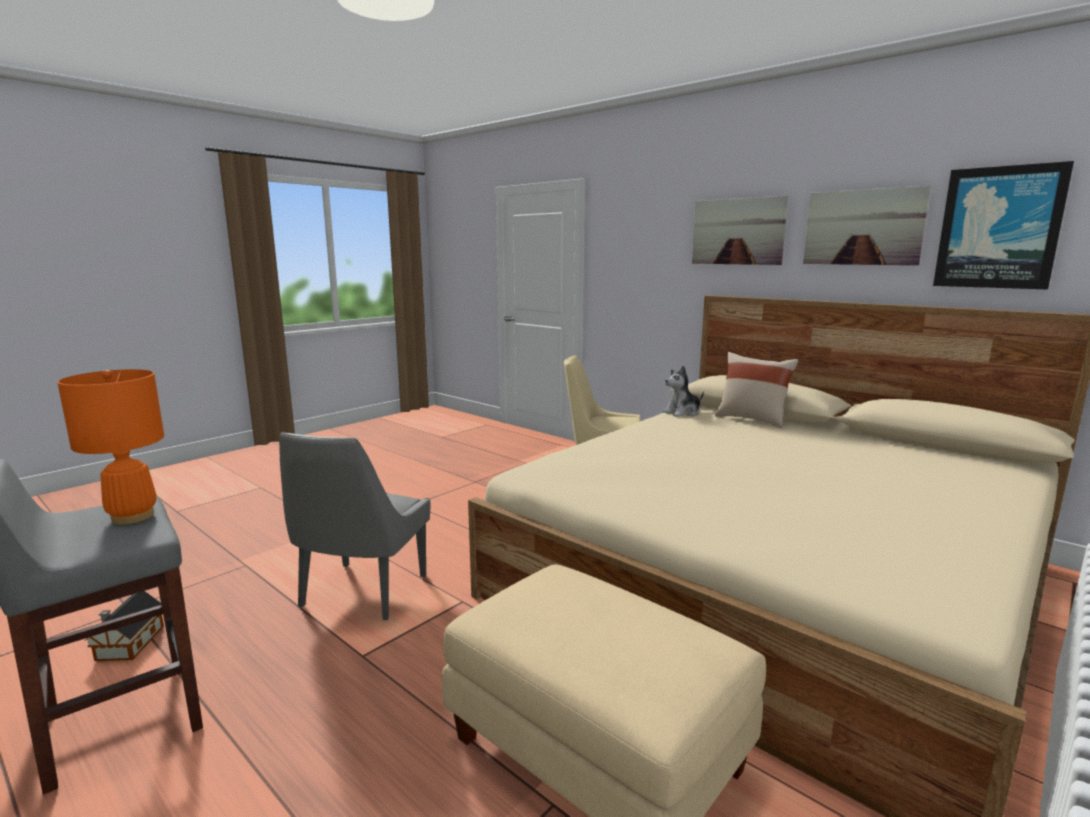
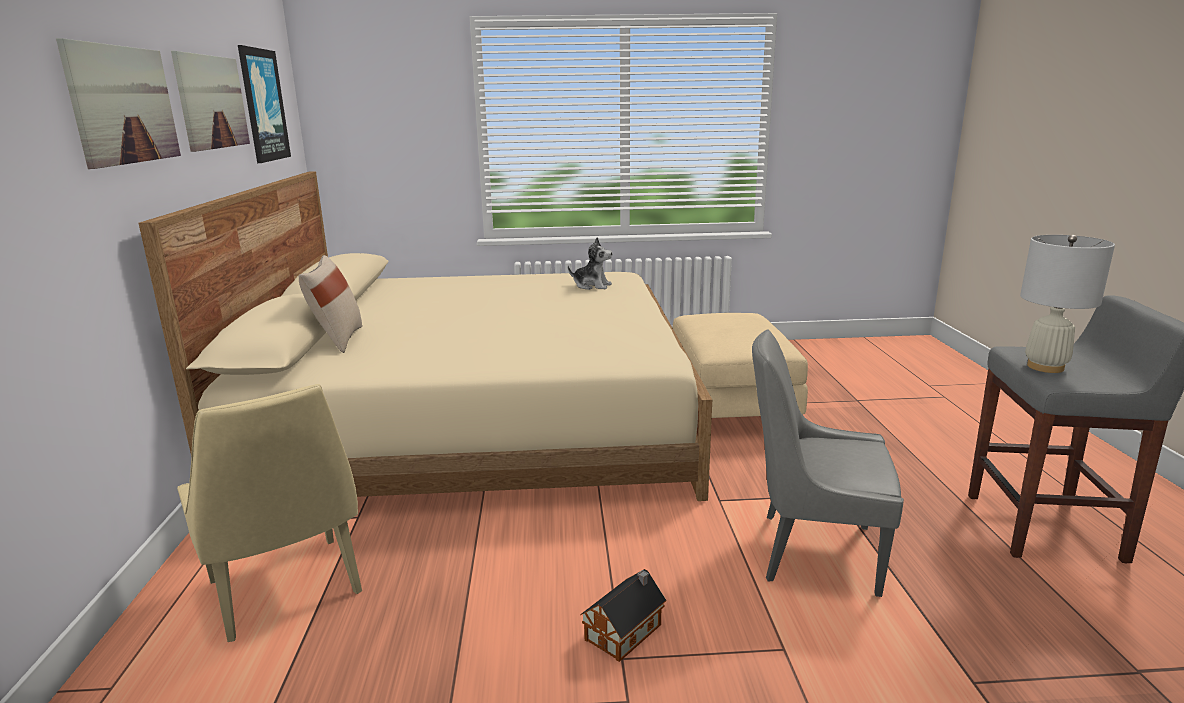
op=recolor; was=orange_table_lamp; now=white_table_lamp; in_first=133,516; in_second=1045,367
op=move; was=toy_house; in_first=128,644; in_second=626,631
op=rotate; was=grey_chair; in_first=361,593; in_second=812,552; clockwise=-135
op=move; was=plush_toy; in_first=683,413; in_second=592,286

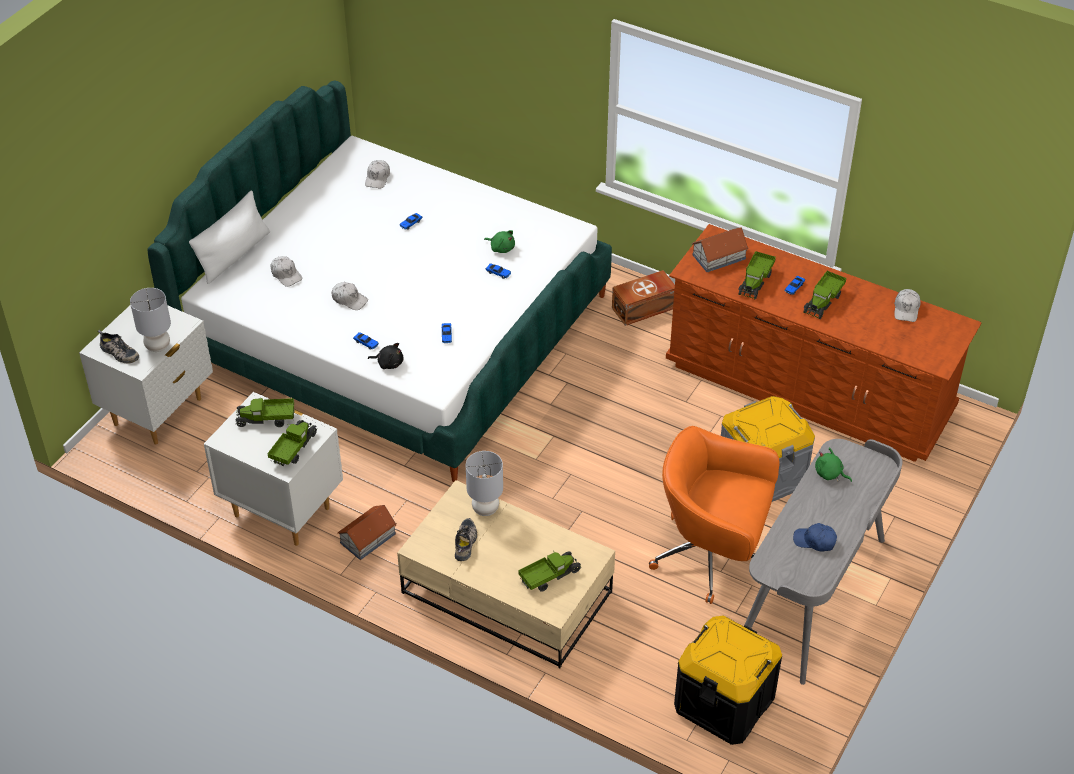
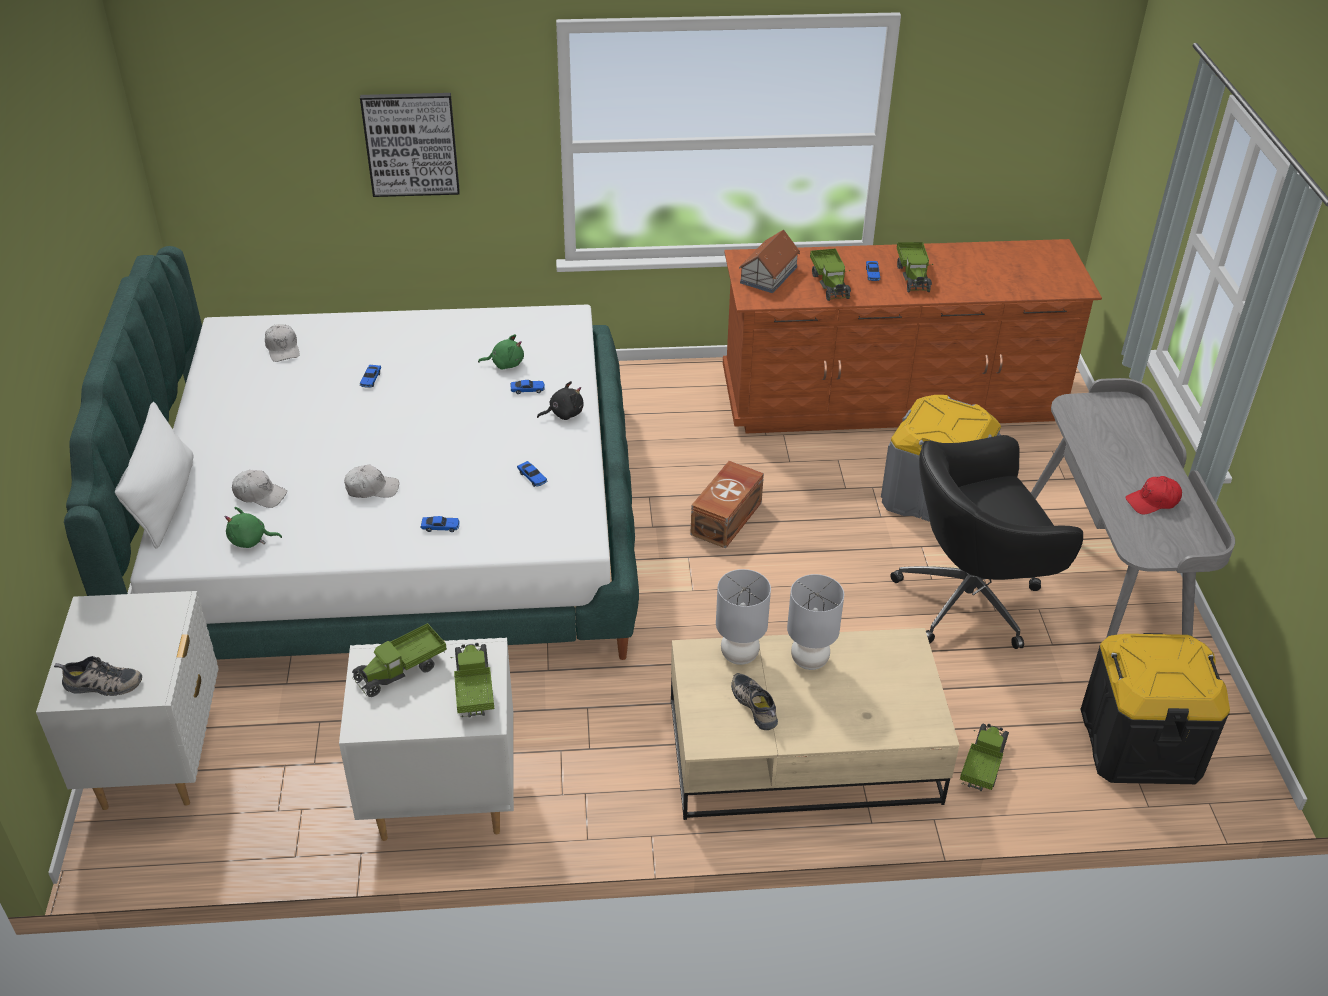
op=move; was=grey_table_lamp; in_first=158,346; in_second=810,660
op=delete; was=toy_house; in_first=367,538
op=move; was=black_plush_toy; in_first=389,363; in_second=564,413
op=move; was=toy_truck; in_first=549,576; in_second=982,765
op=move; was=brown_storage_box; in_first=644,308; in_second=728,518
op=recolor; was=orange_office_chair; now=black_office_chair; in_first=712,556; in_second=972,600
op=recolor; was=blue_cap; now=red_cap; in_first=815,541; in_second=1153,501
op=move; was=green_plush_toy; in_first=830,474; in_second=250,540
op=delete; was=white_cap; in_first=906,309
op=insert; now=picture; in_second=411,144

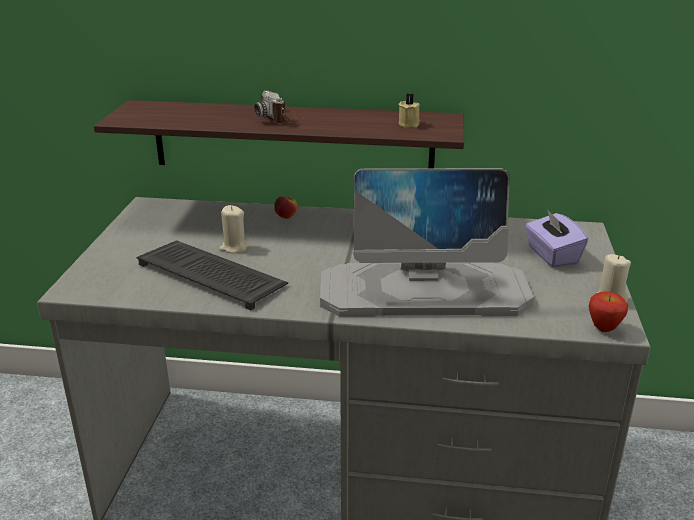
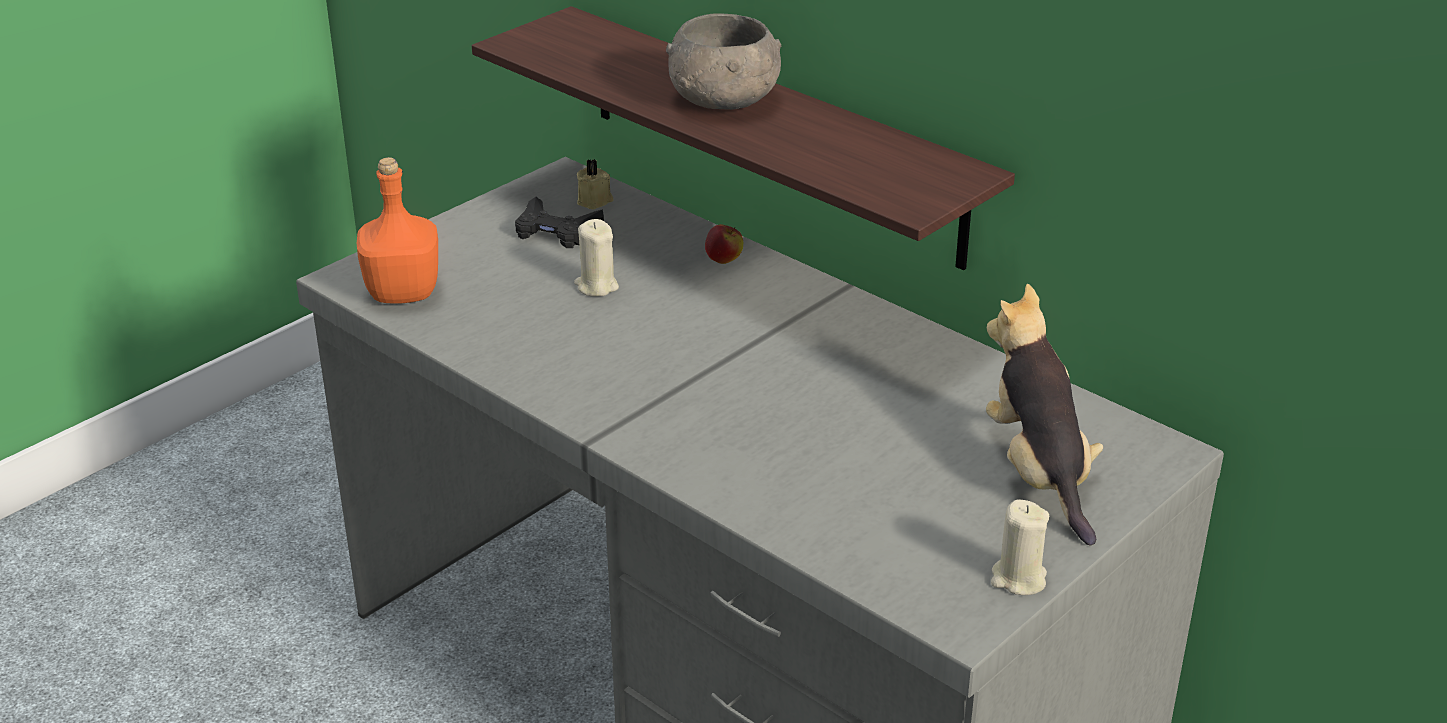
op=delete; was=keyboard; in_first=213,275
op=replace; was=photo_camera; now=grey_bowl; in_first=281,117; in_second=724,101
op=delete; was=monitor; in_first=425,292
op=move; was=beige_candle; in_first=409,124; in_second=595,201
op=replace; was=purple_tissue_box; now=plush_toy; in_first=552,255; in_second=1038,473
op=delete; was=apple; in_first=604,329
op=insert; now=orange_bottle; in_second=403,292
op=insert; now=black_game_controller; in_second=556,231

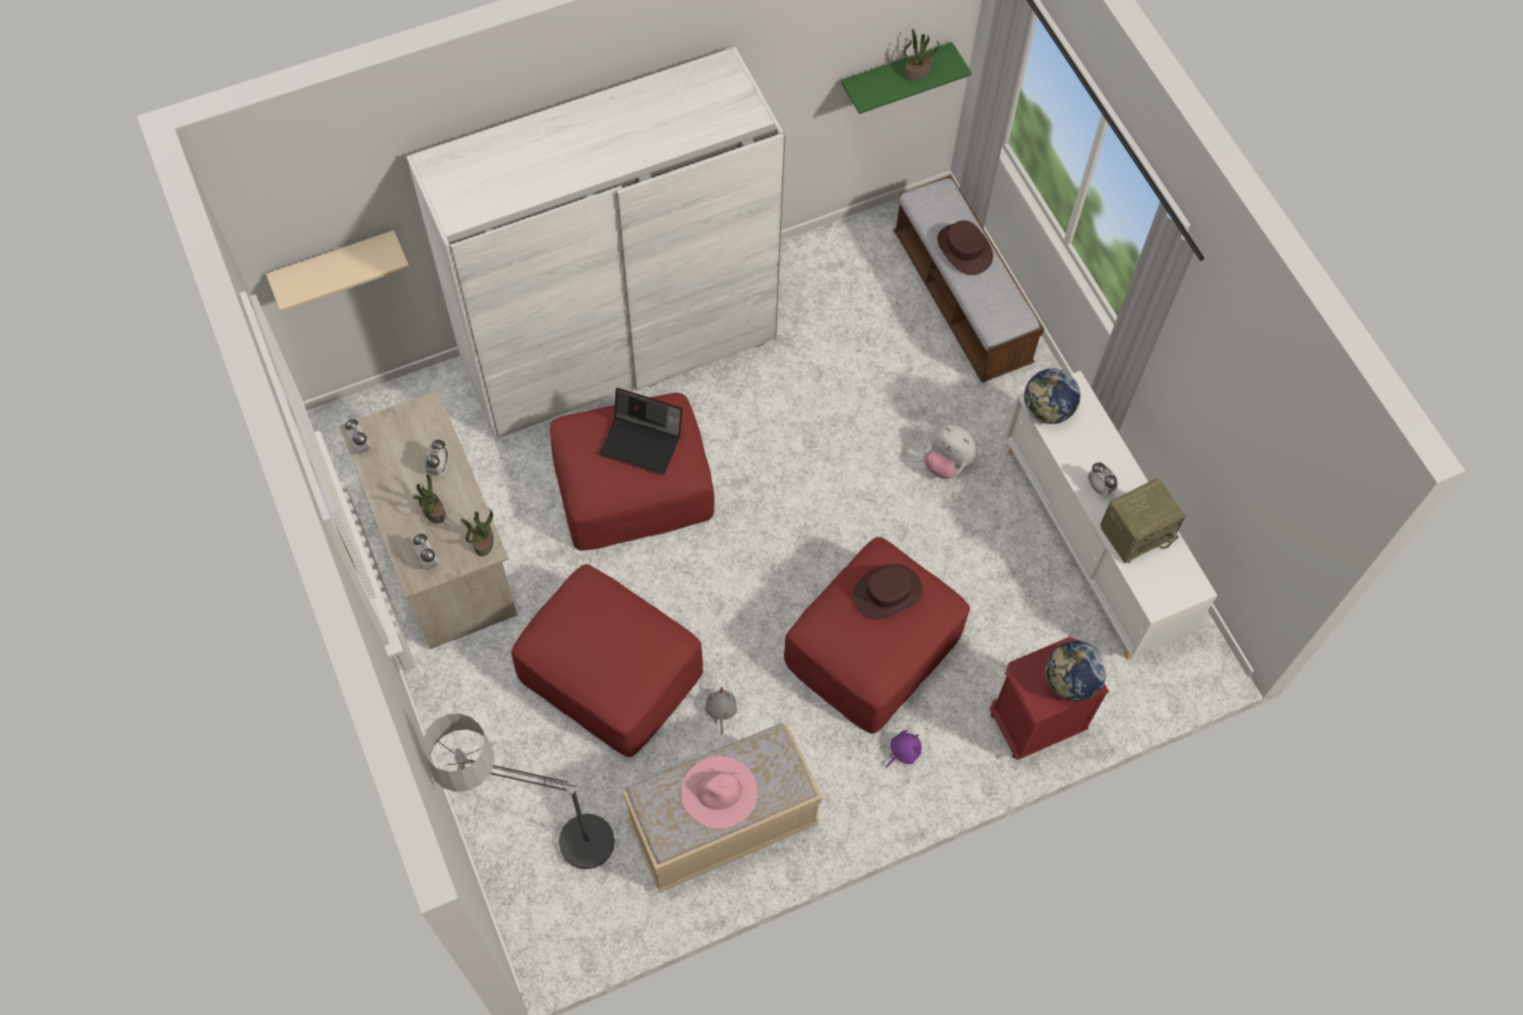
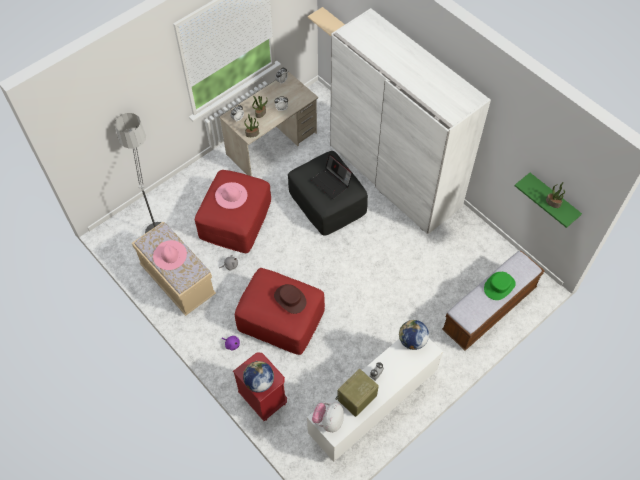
op=recolor; was=red_ottoman; now=black_ottoman; in_first=633,486; in_second=327,201
op=rotate; was=laptop; in_first=642,442; in_second=332,183; clockwise=-45
op=move; was=plush_toy; in_first=947,463; in_second=328,421
op=recolor; was=brown_hat; now=green_hat; in_first=964,249; in_second=499,286
op=rotate; was=radio; in_first=1136,532; in_second=356,399; clockwise=90
op=insert; now=pink_hat; in_second=231,195

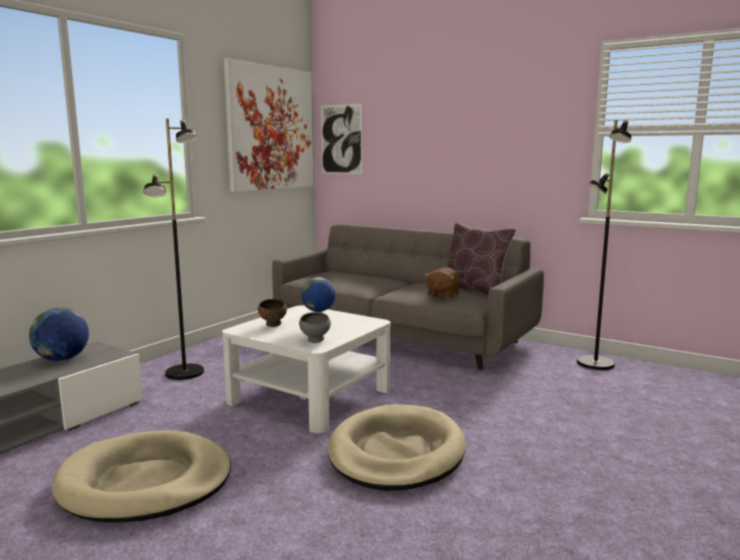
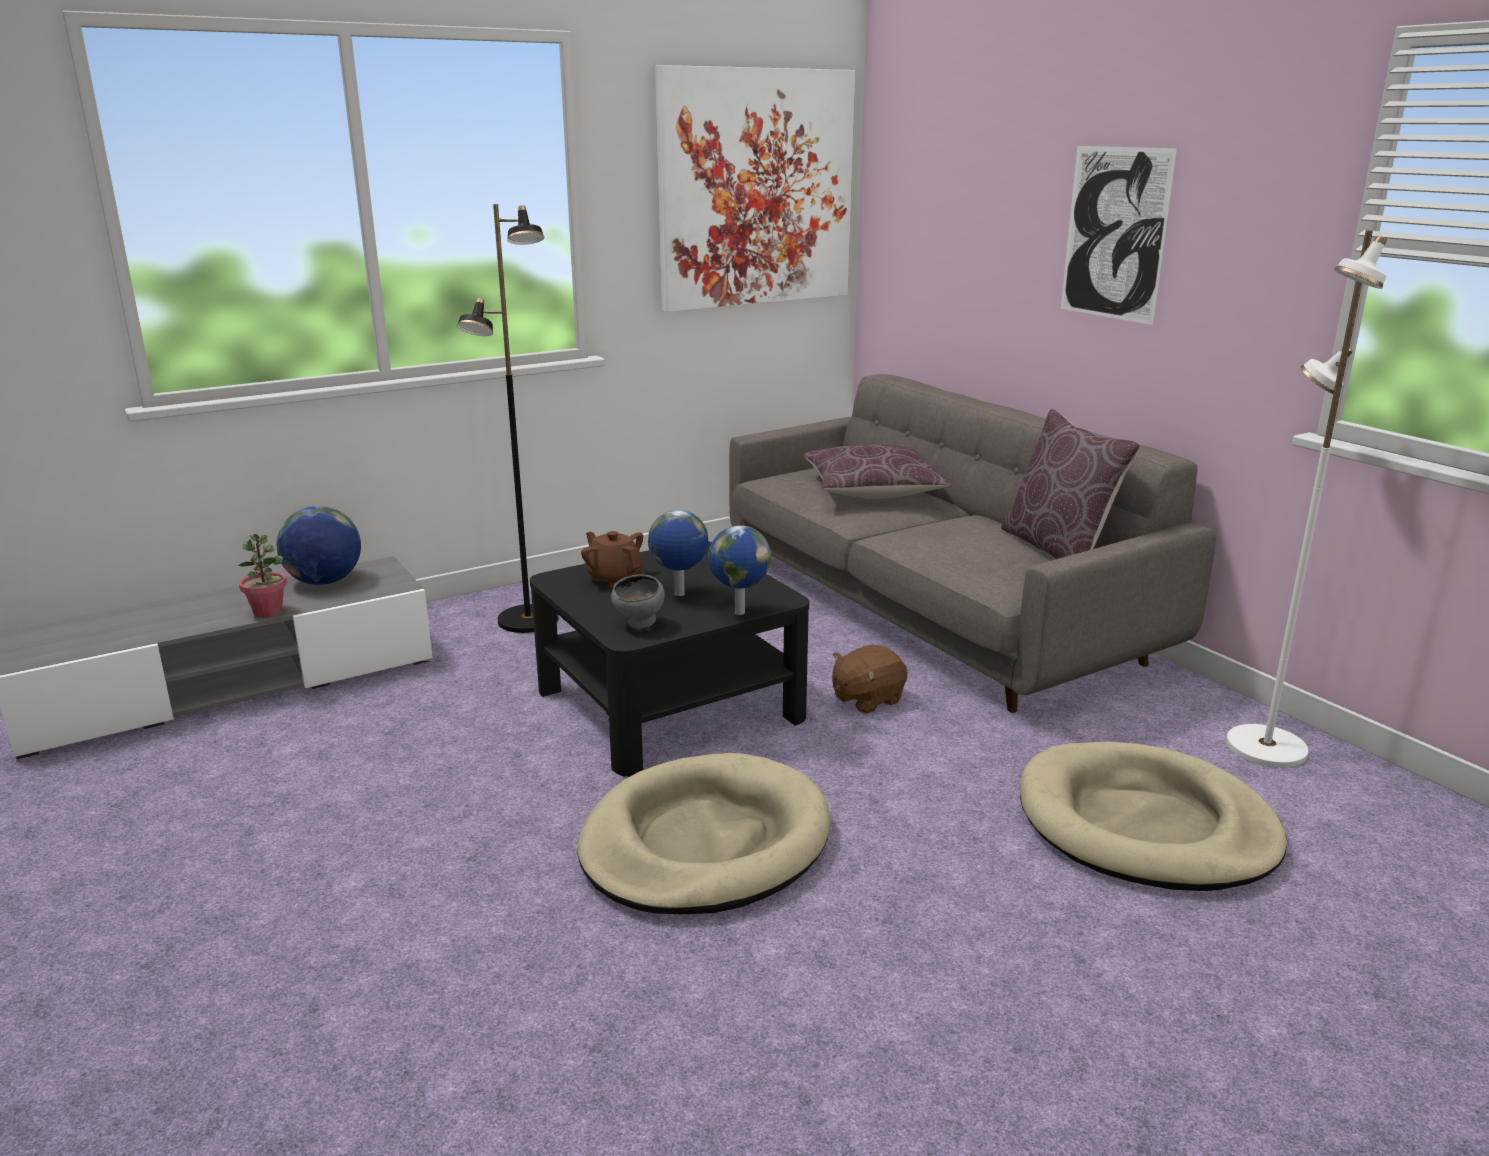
op=move; was=beige_dog_bed; in_first=145,482; in_second=1145,825
op=recolor; was=white_coffee_table; now=black_coffee_table; in_first=311,396; in_second=671,704
op=replace; was=brown_bowl; now=brown_teapot; in_first=273,325; in_second=614,579
op=move; was=picture; in_first=341,139; in_second=1115,234
op=move; was=brown_plush_toy; in_first=442,295; in_second=866,699
op=recolor; was=black_floor_lamp; now=white_floor_lamp; in_first=594,363; in_second=1264,748
op=insert; now=potted_plant; in_second=268,612
op=insert; now=globe; in_second=738,612
op=insert; now=brown_pillow; in_second=873,490

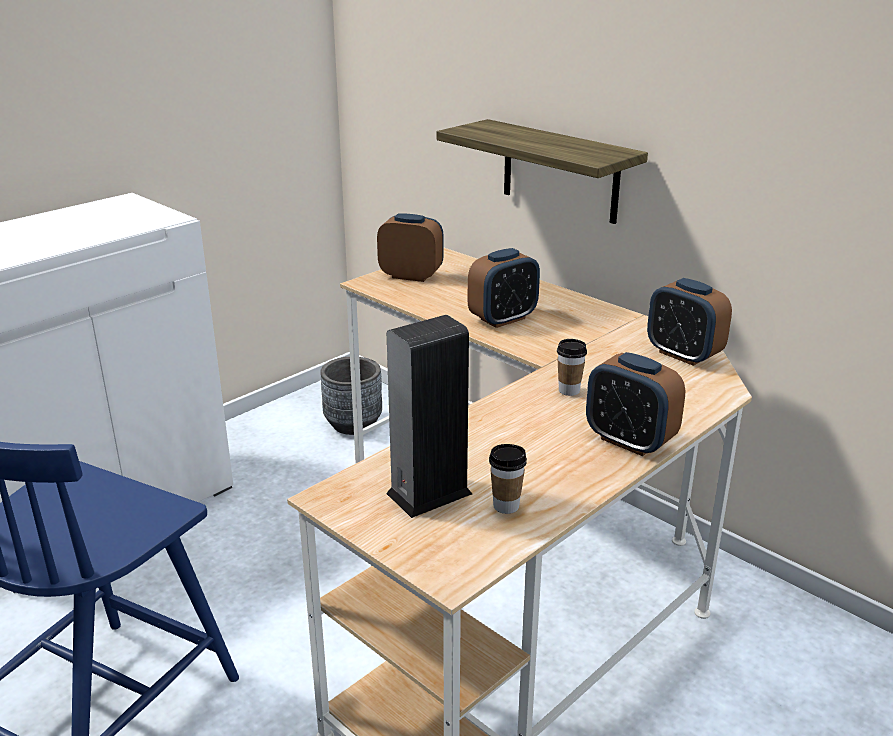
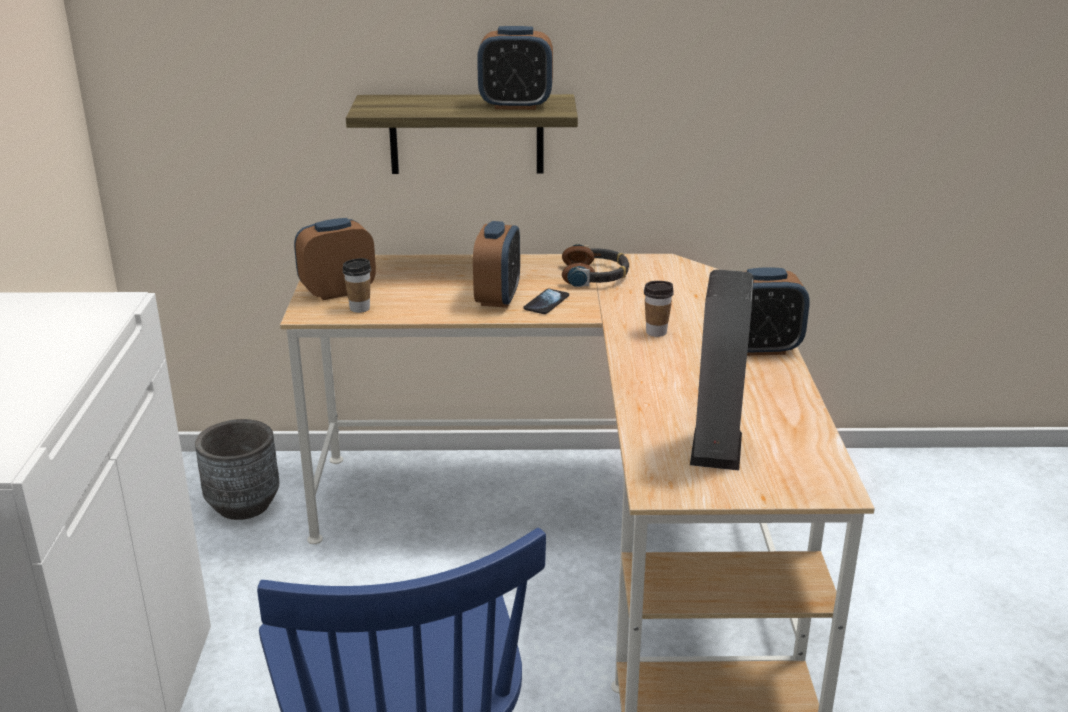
op=move; was=cup; in_first=506,506; in_second=359,308
op=move; was=alarm_clock; in_first=683,354; in_second=515,106
op=insert; now=phone; in_second=546,303
op=insert; now=headphones; in_second=595,275

